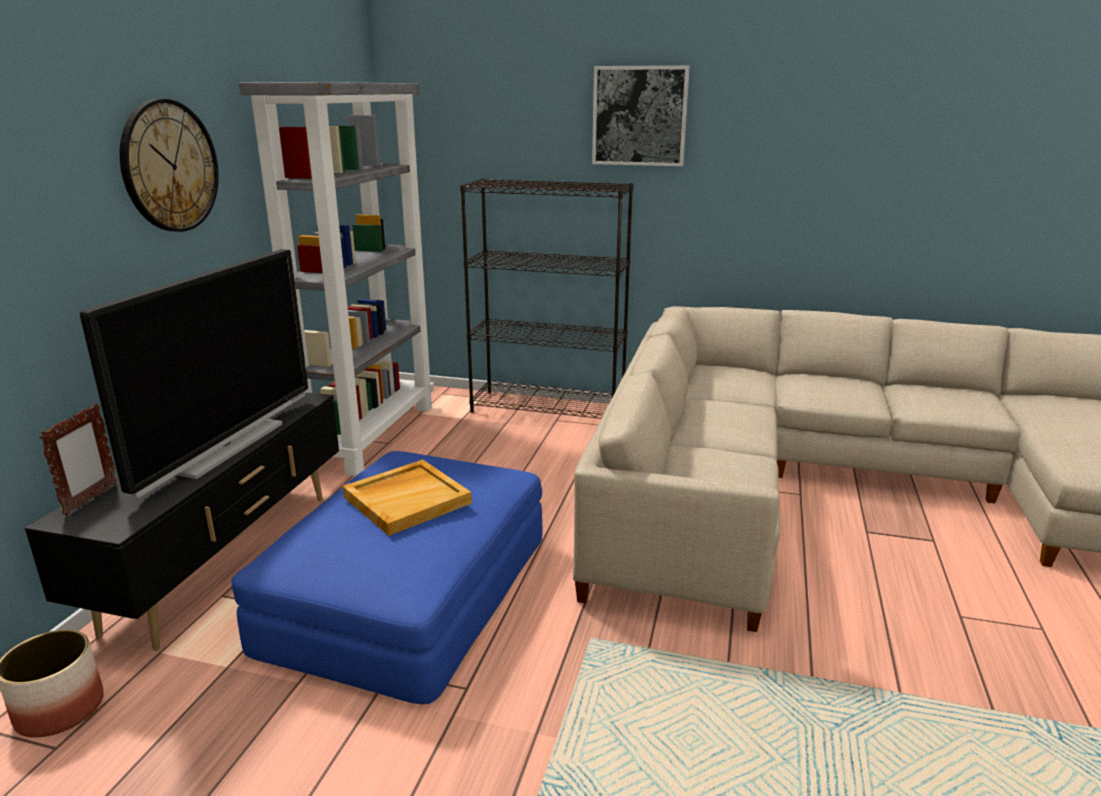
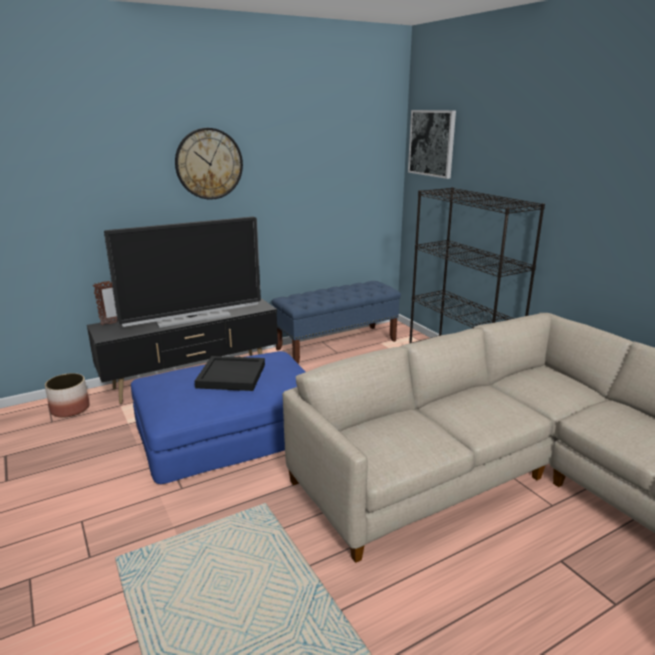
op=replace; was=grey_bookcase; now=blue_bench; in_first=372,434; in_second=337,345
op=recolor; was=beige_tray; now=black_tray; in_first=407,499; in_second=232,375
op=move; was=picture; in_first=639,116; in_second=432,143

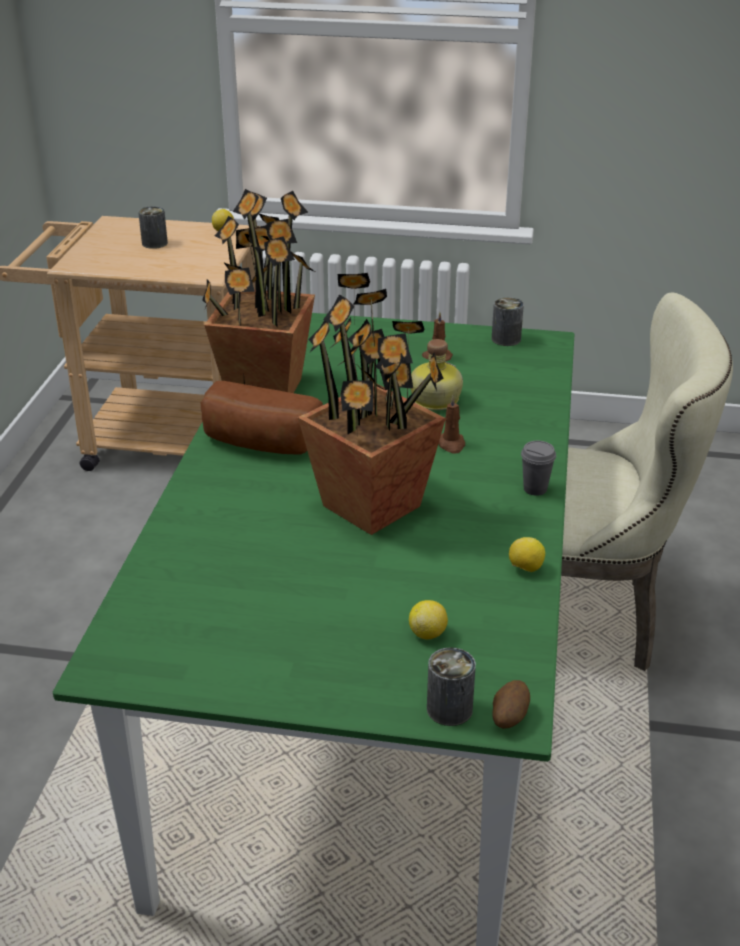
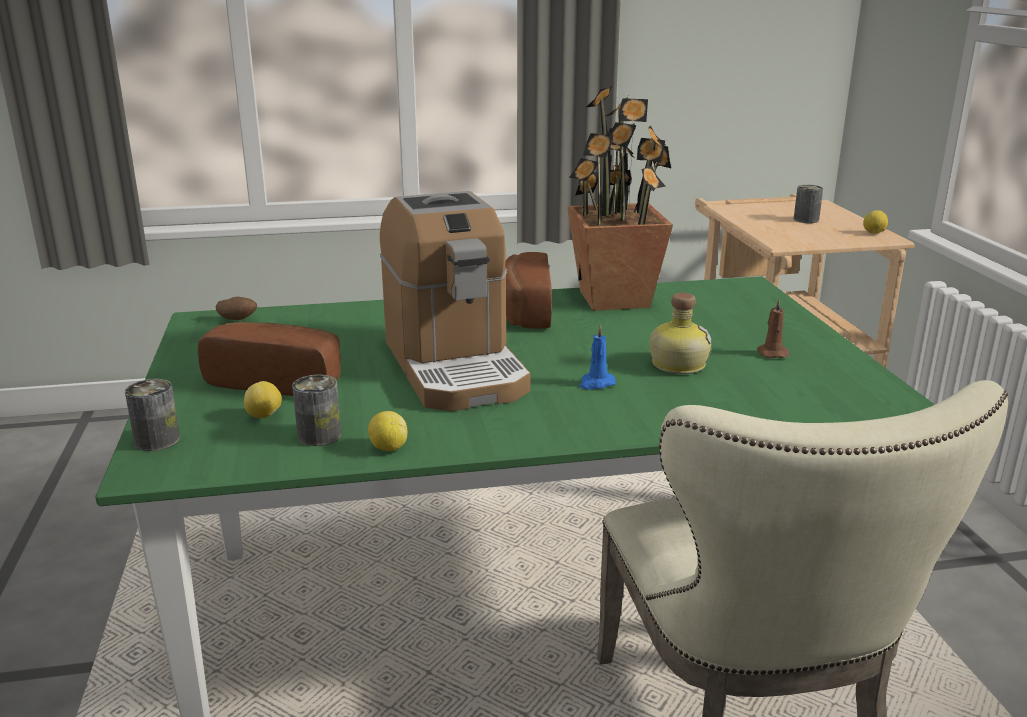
op=replace; was=potted_plant; now=coffee_machine; in_first=373,506; in_second=454,366
op=recolor; was=brown_candle; now=blue_candle; in_first=451,444; in_second=596,383
op=move; was=can; in_first=506,339; in_second=319,435
op=move; was=potato; in_first=508,717; in_second=238,320
op=delete; was=grey_cup; in_first=535,489
op=insert; now=bread; in_second=279,381

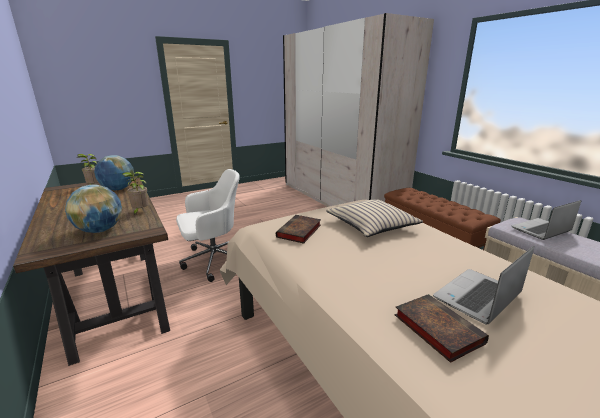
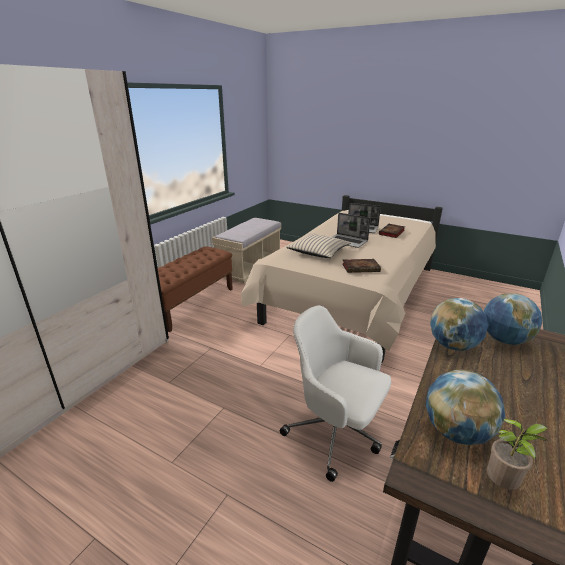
op=replace; was=potted_plant; now=globe; in_first=140,212; in_second=453,345
op=move; was=laptop; in_first=541,230; in_second=348,241

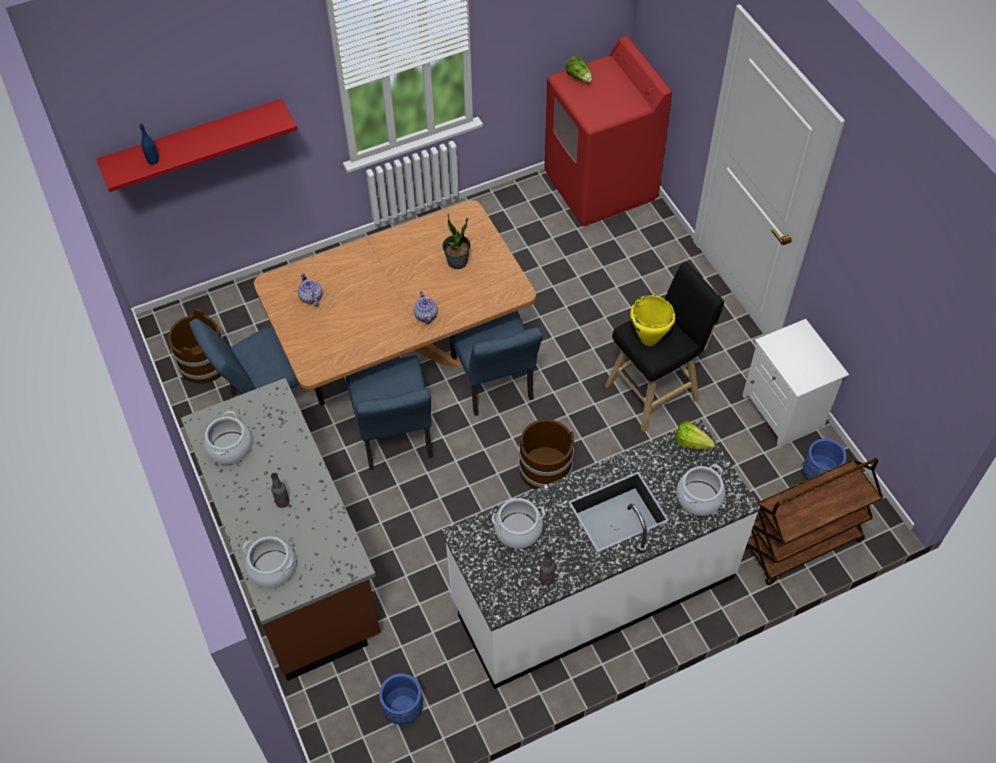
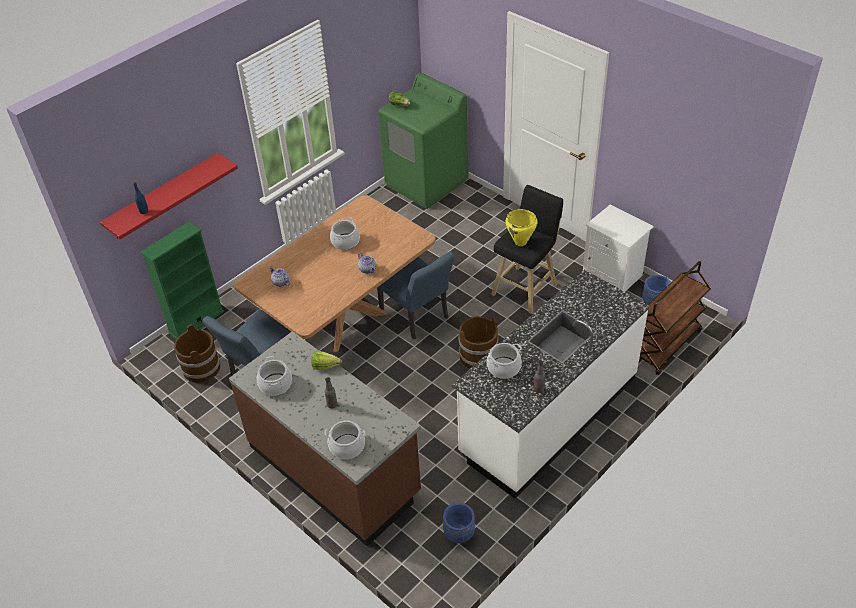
op=delete; was=blue_chair; in_first=395,439
op=delete; was=potted_plant; in_first=457,262
op=recolor; was=red_washing_machine; now=green_washing_machine; in_first=600,187; in_second=426,183
op=move; was=lettuce; in_first=694,445; in_second=327,367
op=move; was=cooking_pot; in_first=699,498; in_second=345,242
op=insert; now=green_bookcase; in_second=196,322

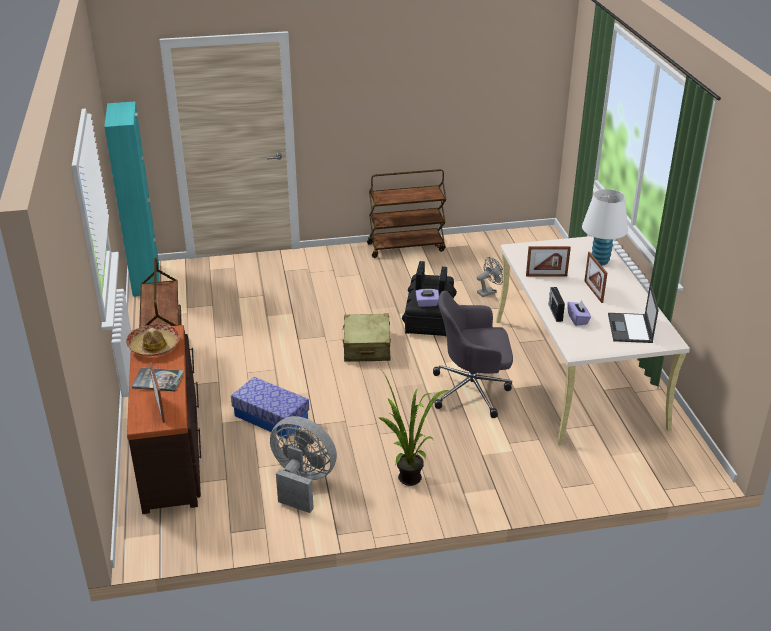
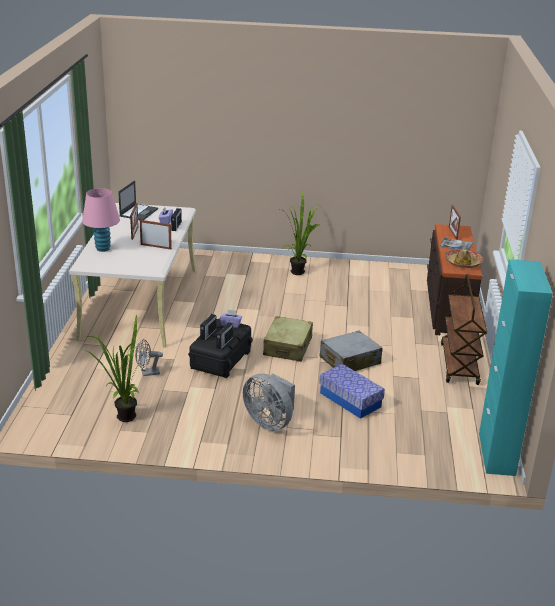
op=move; was=storage_box; in_first=271,417; in_second=350,400
op=move; was=grey_fan; in_first=302,482; in_second=270,422
op=delete; was=brown_cart; in_first=406,247
op=delete; was=grey_office_chair; in_first=472,390
op=recolor; was=white_table_lamp; now=pink_table_lamp; in_first=600,261; in_second=103,249
op=insert; now=potted_plant; in_second=121,417
op=insert; now=grey_suitcase; in_second=349,361

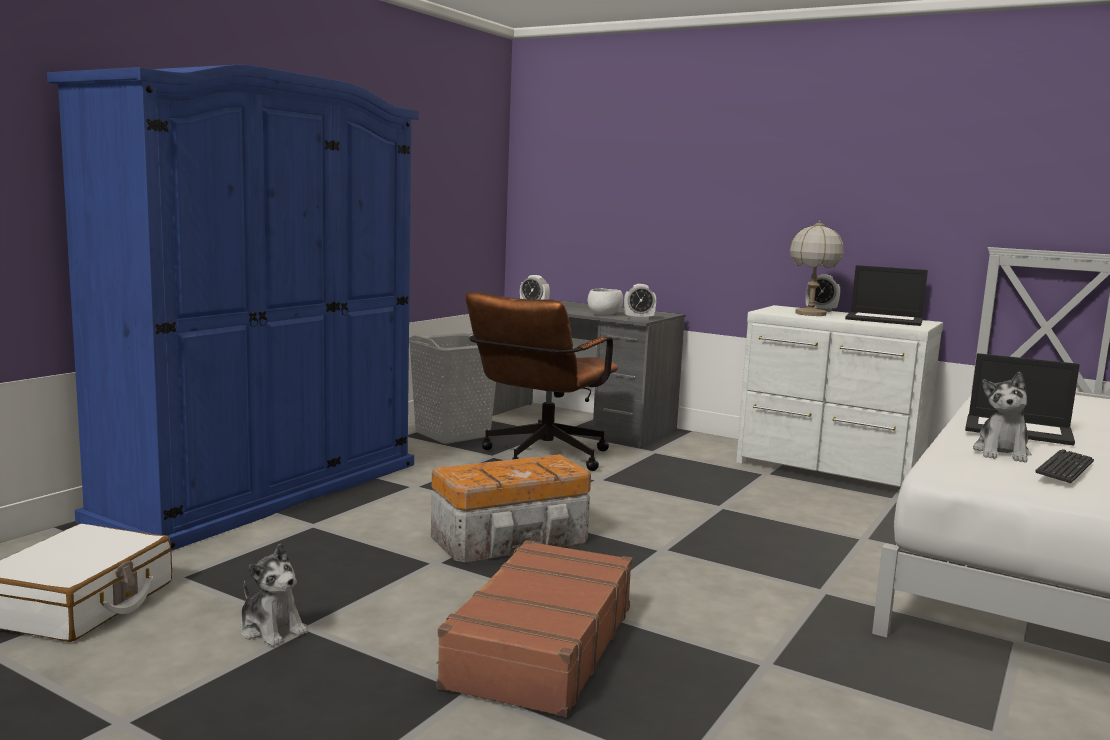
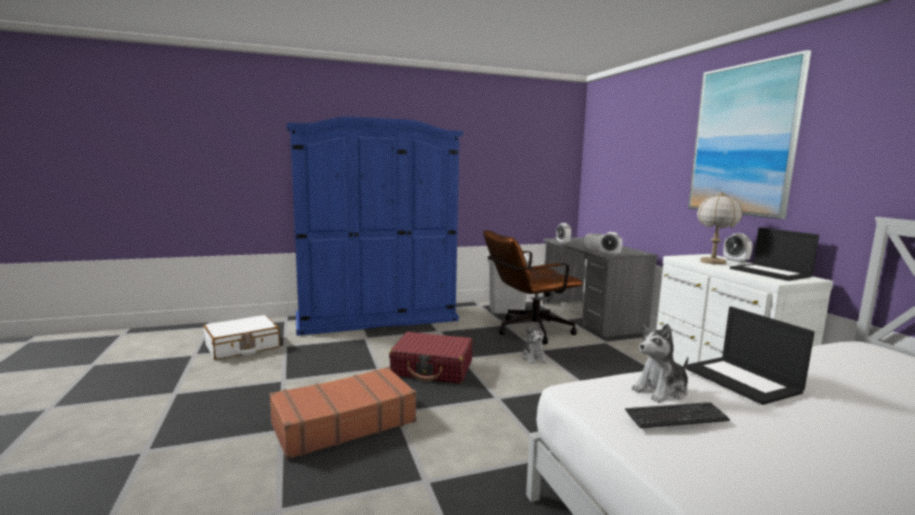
op=move; was=plush_toy; in_first=272,629; in_second=533,358
op=replace; was=storage_box; now=red_suitcase; in_first=513,539; in_second=432,368
op=insert; now=picture; in_second=743,140

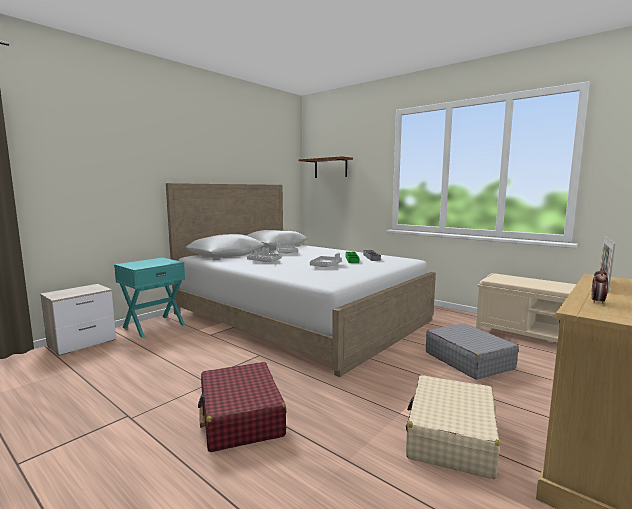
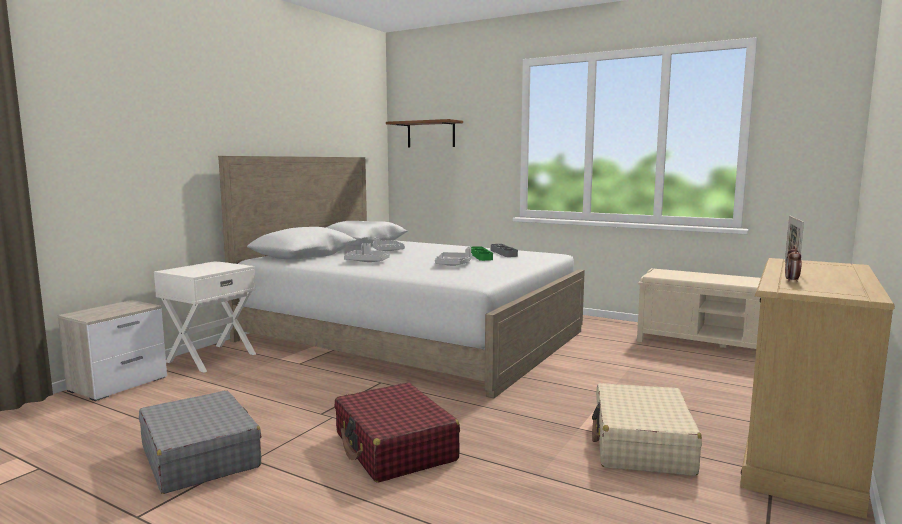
op=recolor; was=turquoise_nightstand; now=white_nightstand; in_first=153,326; in_second=210,357
op=move; was=grey_suitcase; in_first=468,360; in_second=200,456

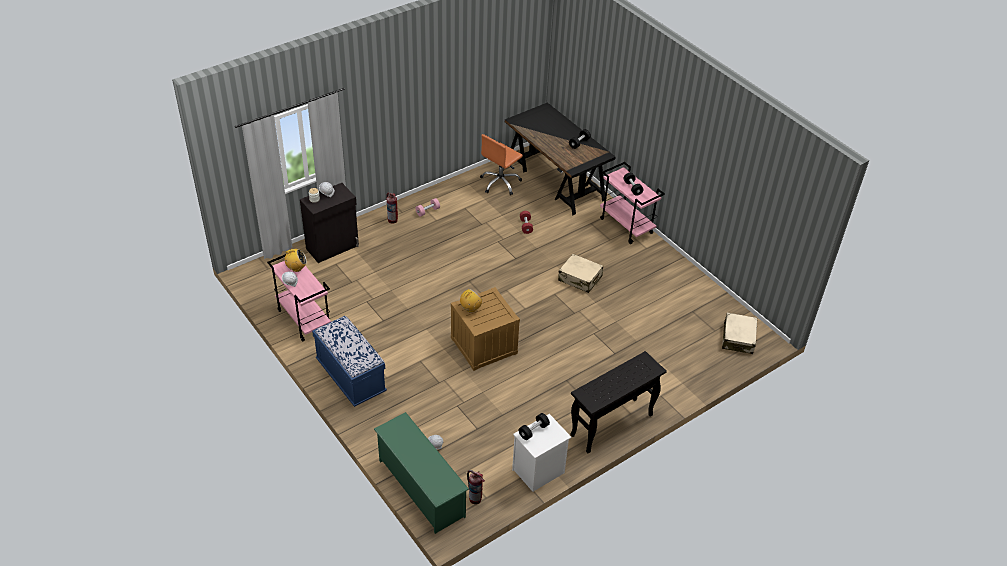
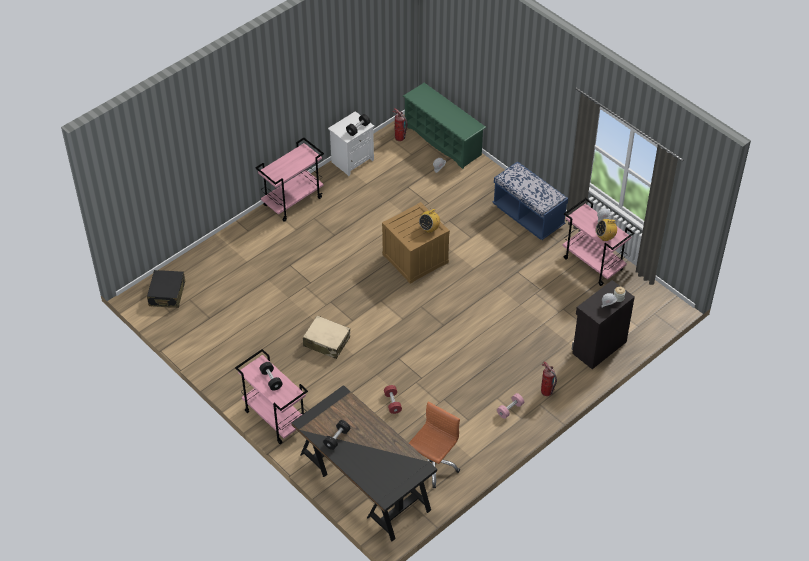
op=replace; was=black_console_table; now=pink_cart; in_first=611,426; in_second=293,201
op=recolor; was=beige_suitcase; now=black_suitcase; in_first=738,338; in_second=167,294

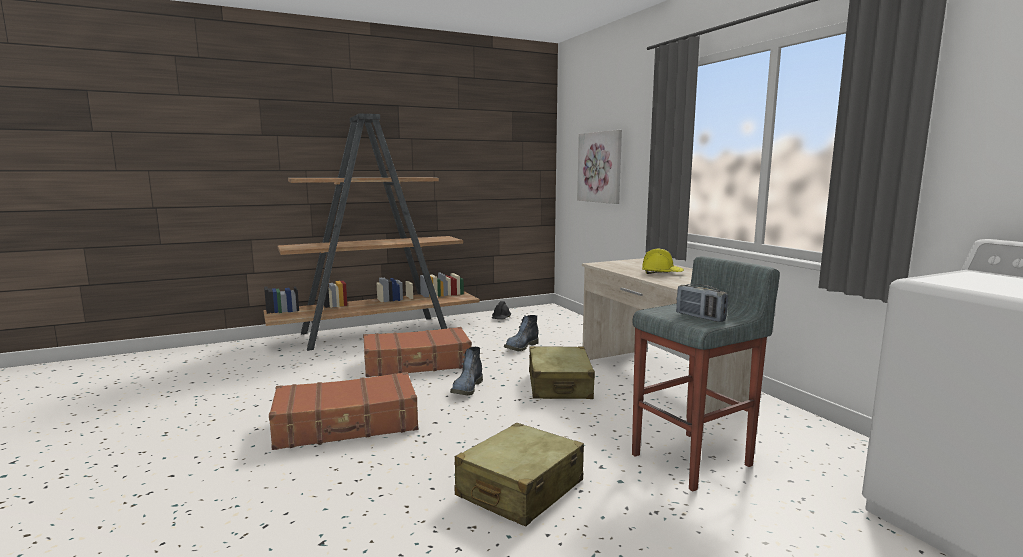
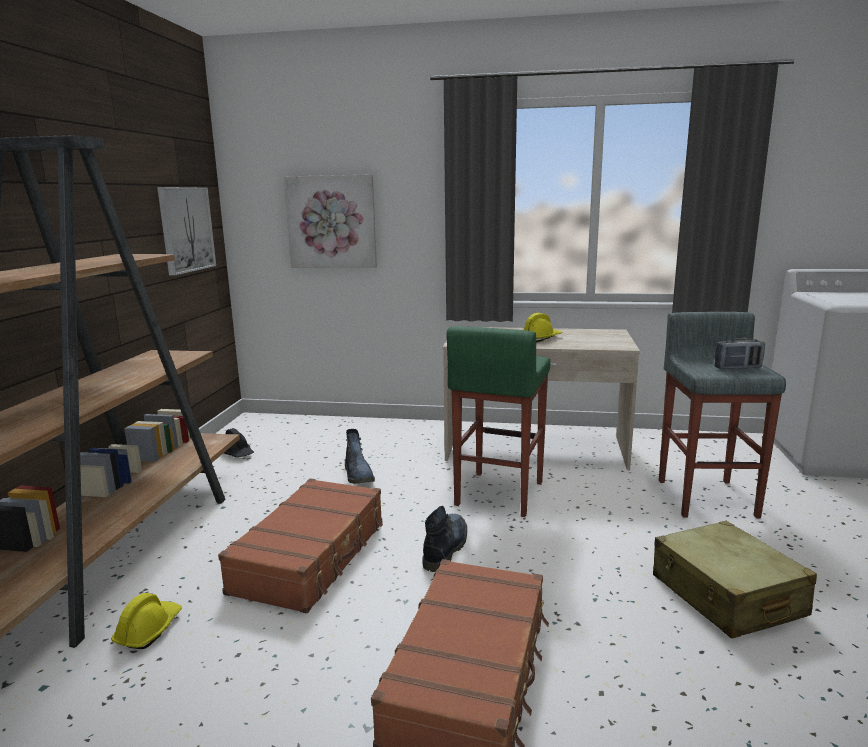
op=rotate; was=boot; in_first=467,389; in_second=445,547; clockwise=-120
op=replace; was=beige_suitcase; now=green_stool; in_first=559,385; in_second=498,494
op=insert; now=yellow_hard_hat; in_second=149,630
op=insert; now=picture; in_second=186,229

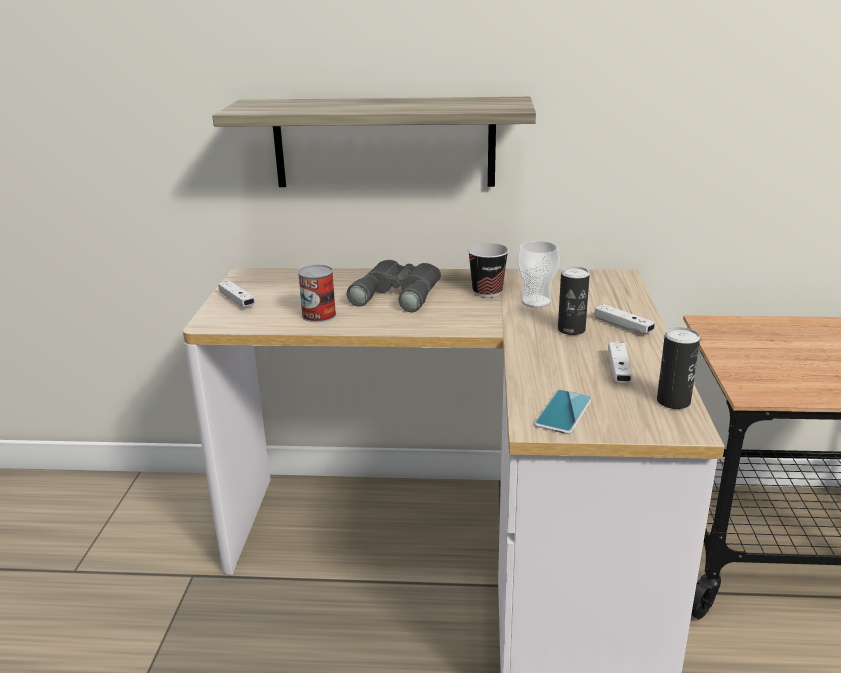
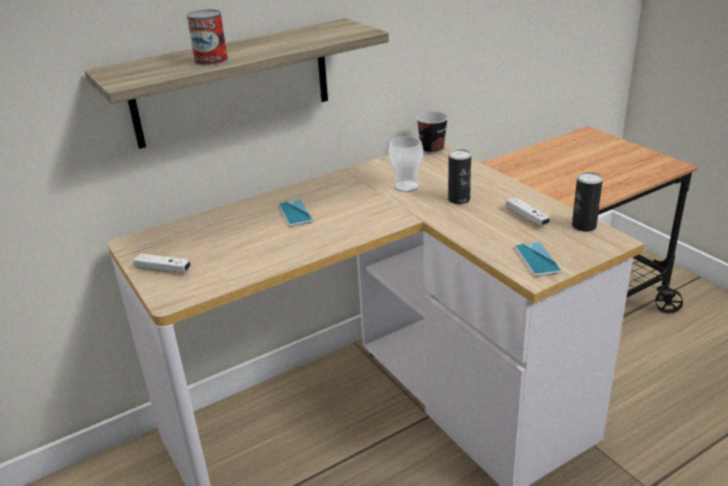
op=move; was=can; in_first=319,315; in_second=211,60
op=replace; was=grey_binoculars; now=phone; in_first=399,292; in_second=295,213
op=move; was=cup; in_first=487,292; in_second=432,150
op=delete; was=white_game_controller; in_first=623,326

